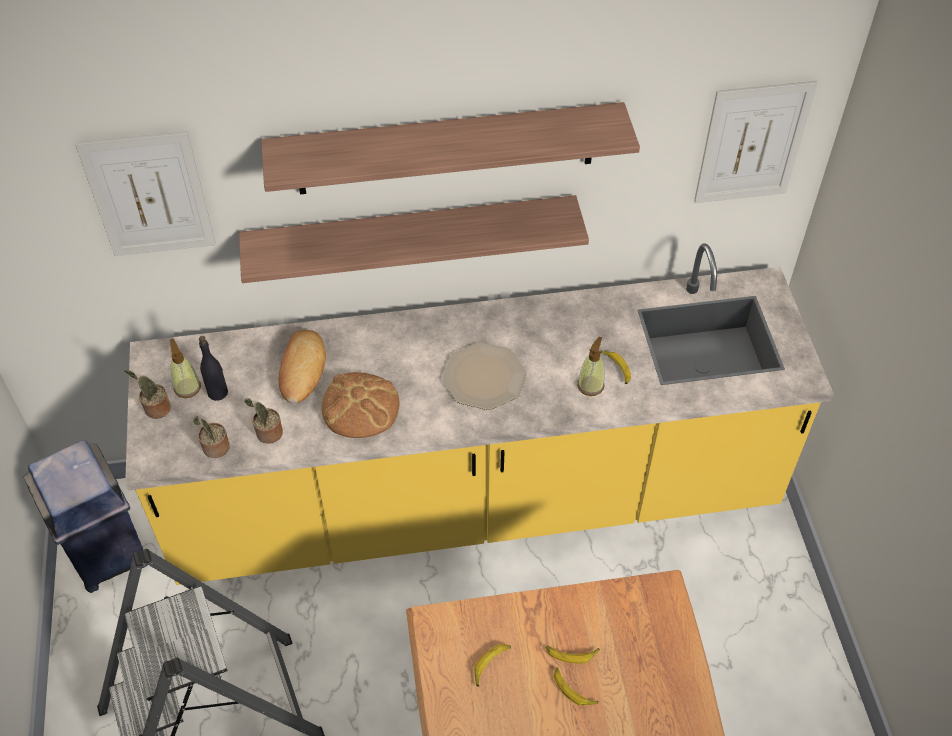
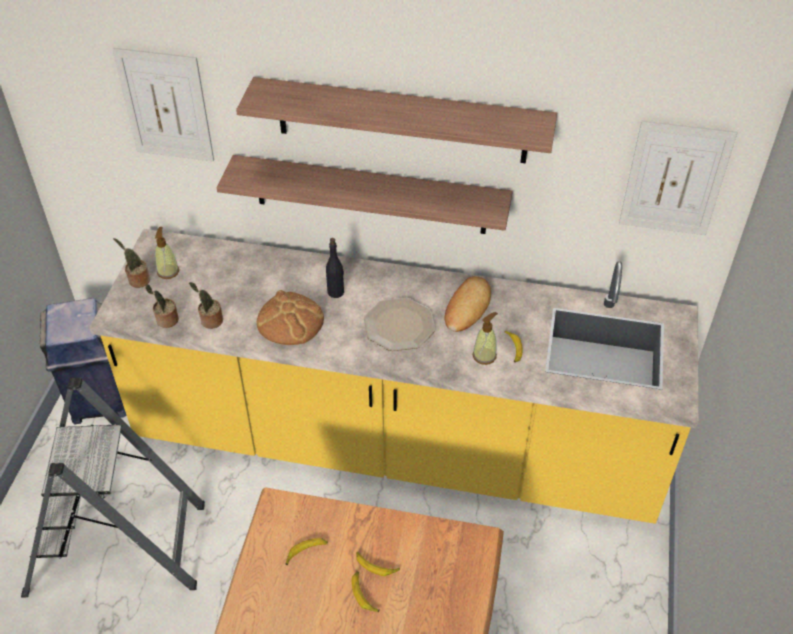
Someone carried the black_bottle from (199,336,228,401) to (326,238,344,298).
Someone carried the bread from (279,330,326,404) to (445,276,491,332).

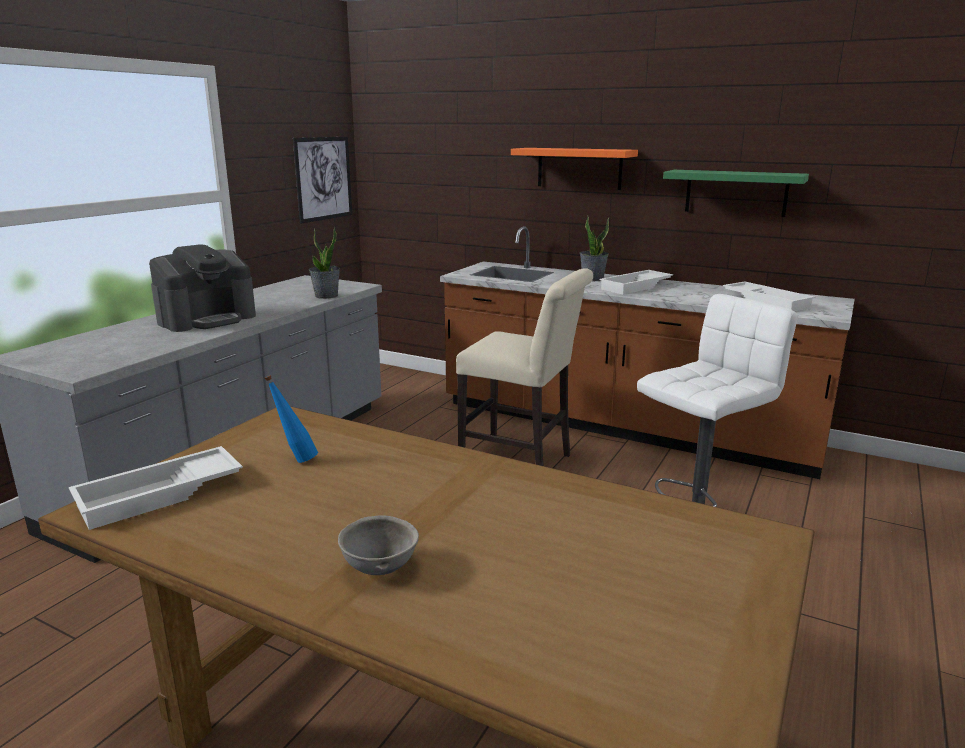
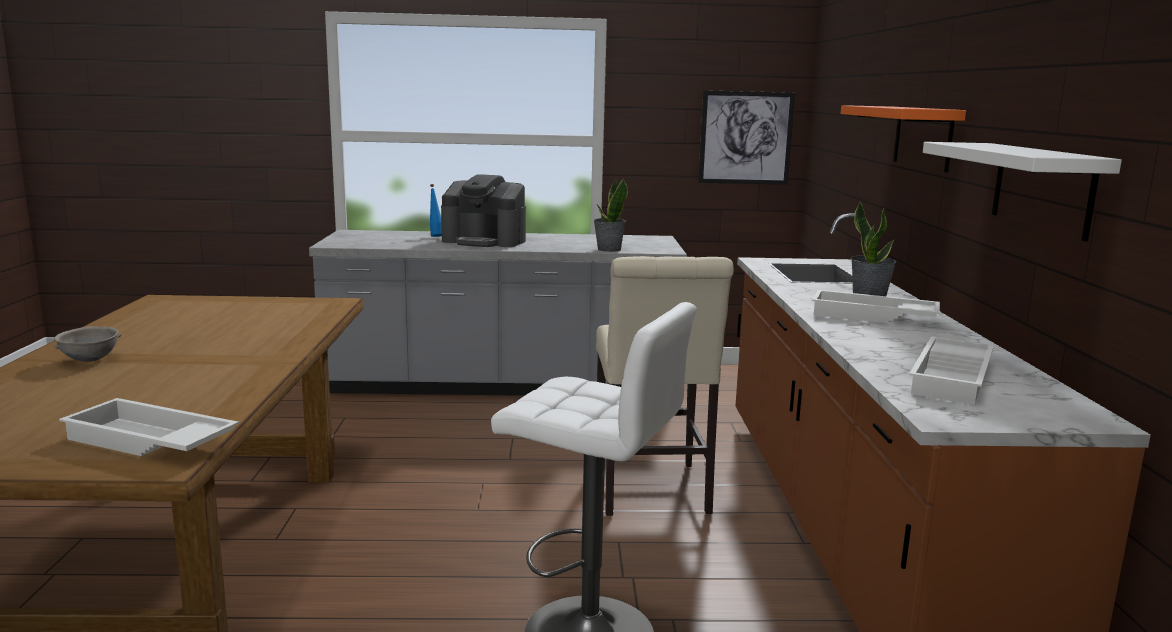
Someone carried the white_tray from (69,446,243,530) to (59,398,239,456).
Someone carried the blue_bottle from (265,375,318,463) to (430,184,442,237).
Someone repainted the green_shelf at (663,170,809,217), which became the white_shelf at (923,142,1122,241).

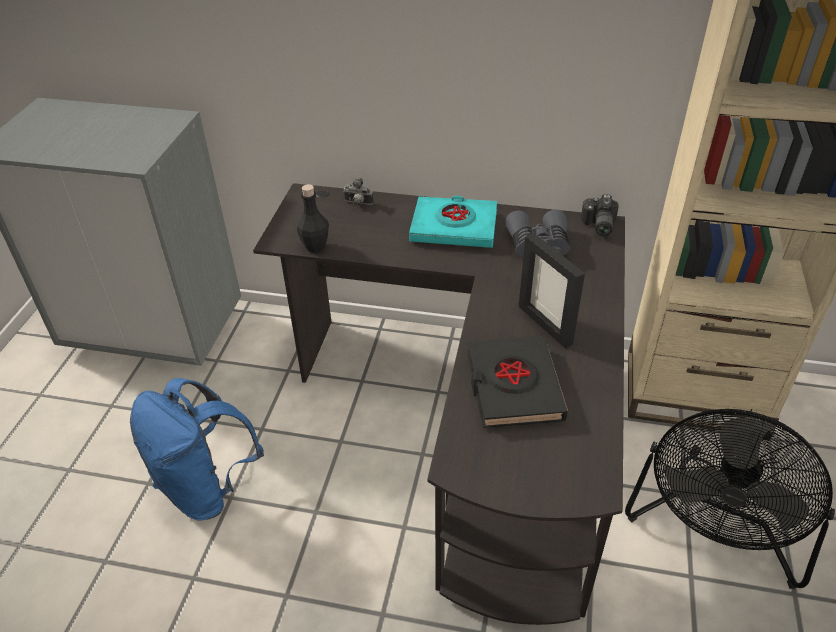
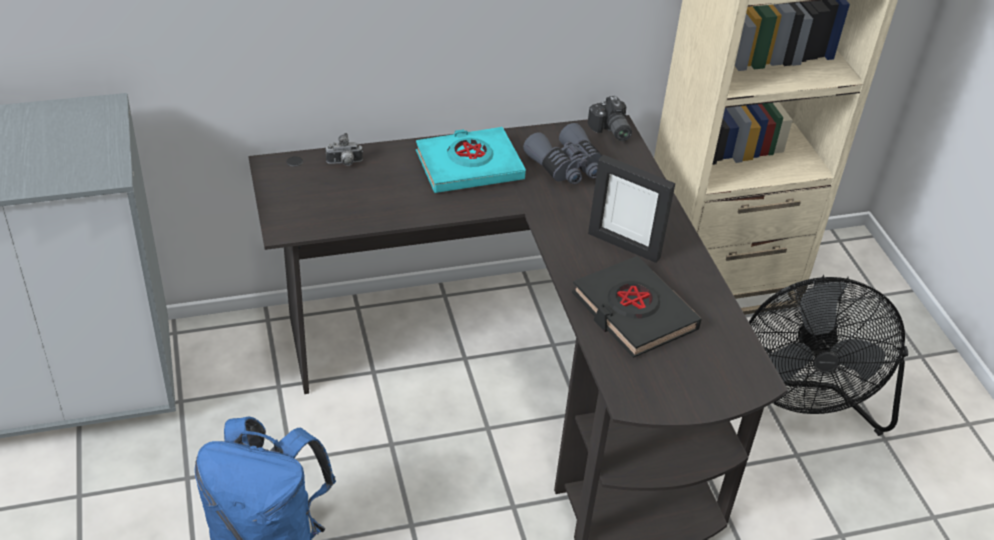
Someone took away the black_bottle at (297,184,329,253).

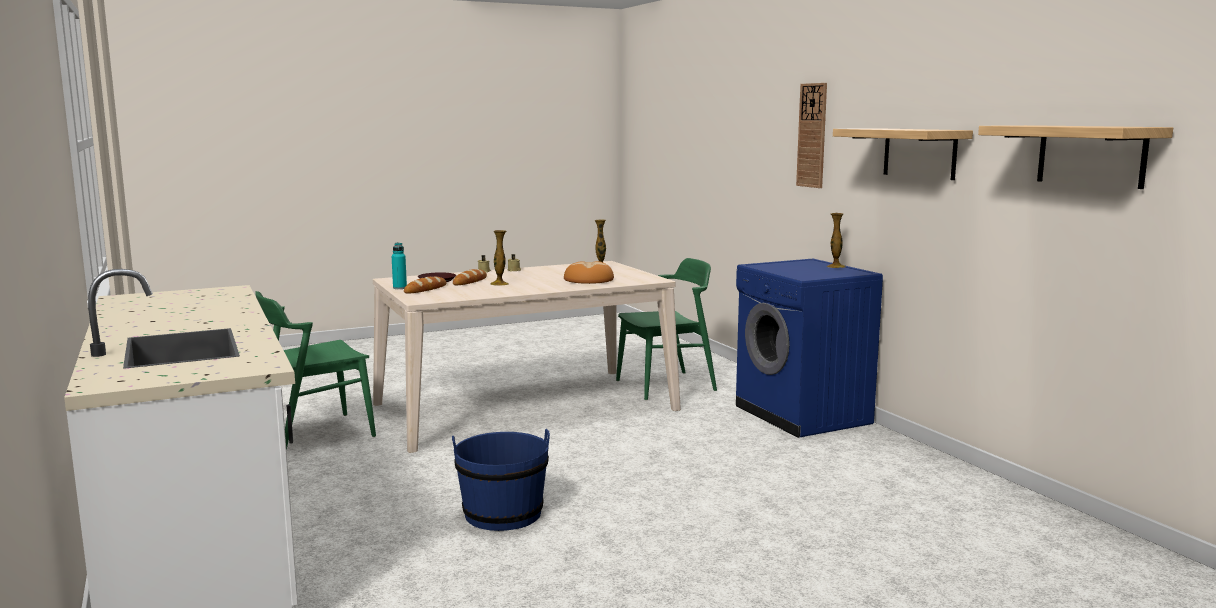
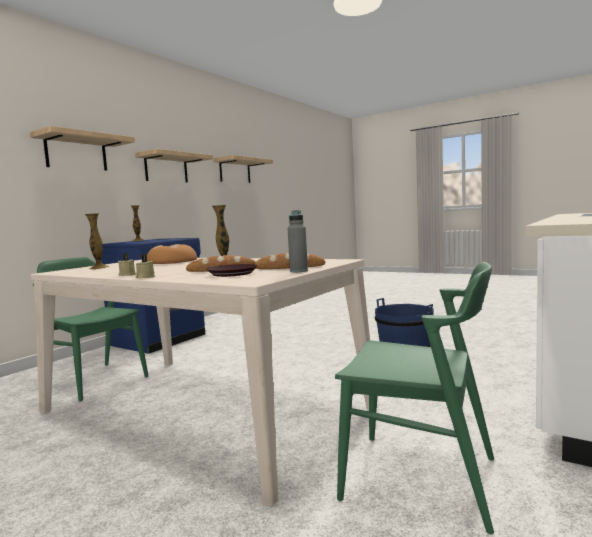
Someone swapped the wall_clock at (796,83,827,188) for the shelf at (30,126,135,171).
Someone repainted the turquoise_bottle at (392,243,407,289), which became the grey_bottle at (288,210,308,272).

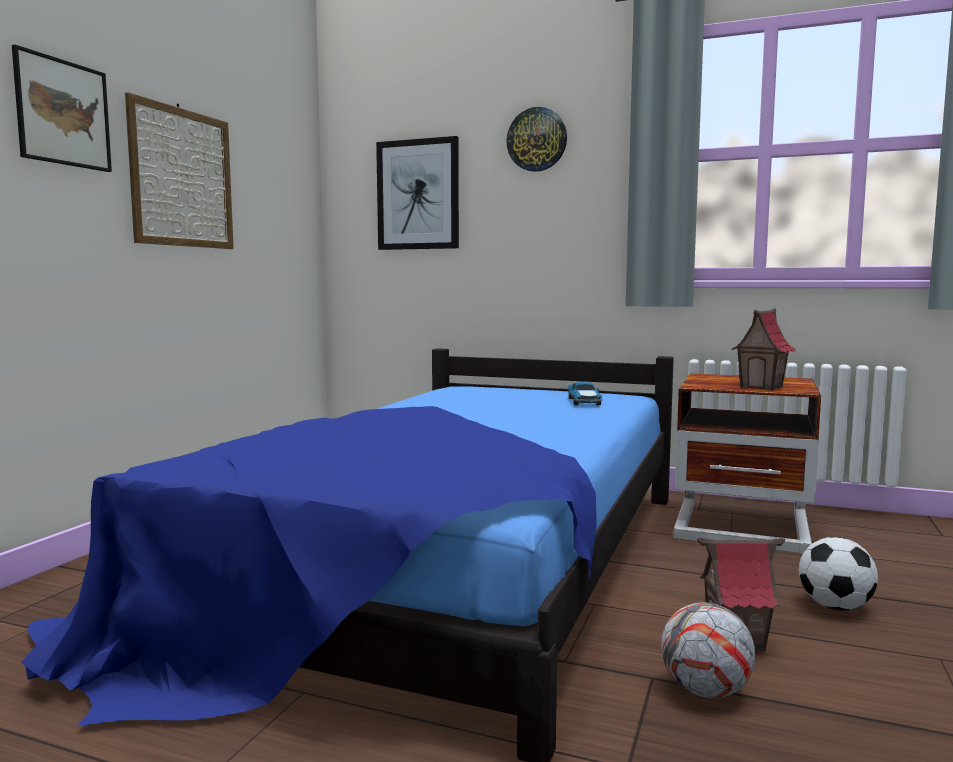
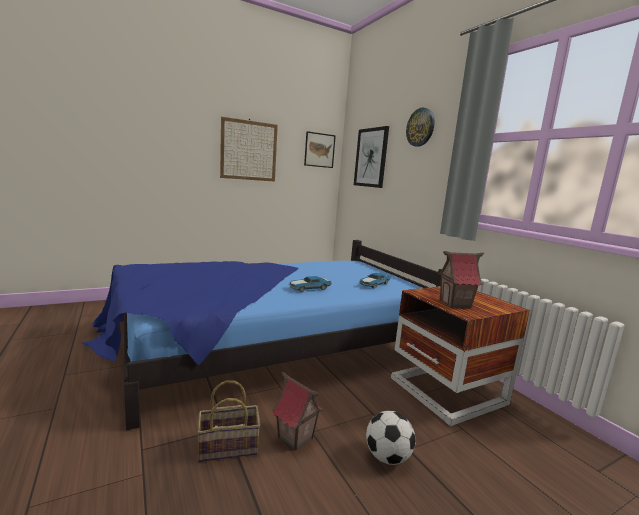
Someone put down the toy_car at (289,276,331,292).
Someone carried the picture from (12,45,112,172) to (304,131,336,168).
Someone swapped the football at (661,602,755,698) for the basket at (197,380,261,462).

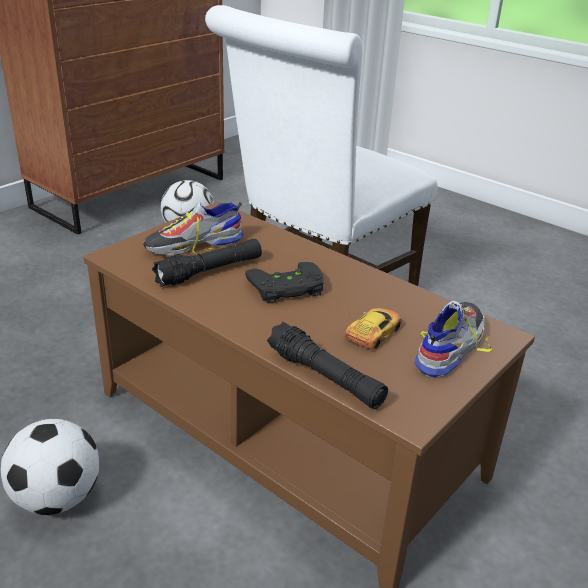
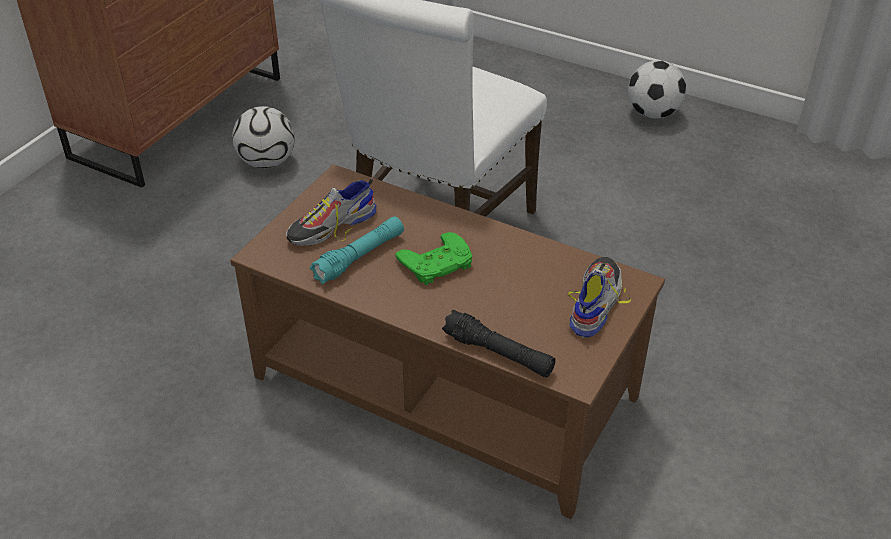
Someone took away the toy_car at (344,305,402,349).
Someone carried the football from (1,419,99,515) to (628,60,687,118).
Someone repainted the black_flashlight at (152,239,262,287), which became the turquoise_flashlight at (310,216,404,284).
Someone repainted the black_game_controller at (245,262,324,303), which became the green_game_controller at (395,232,472,285).

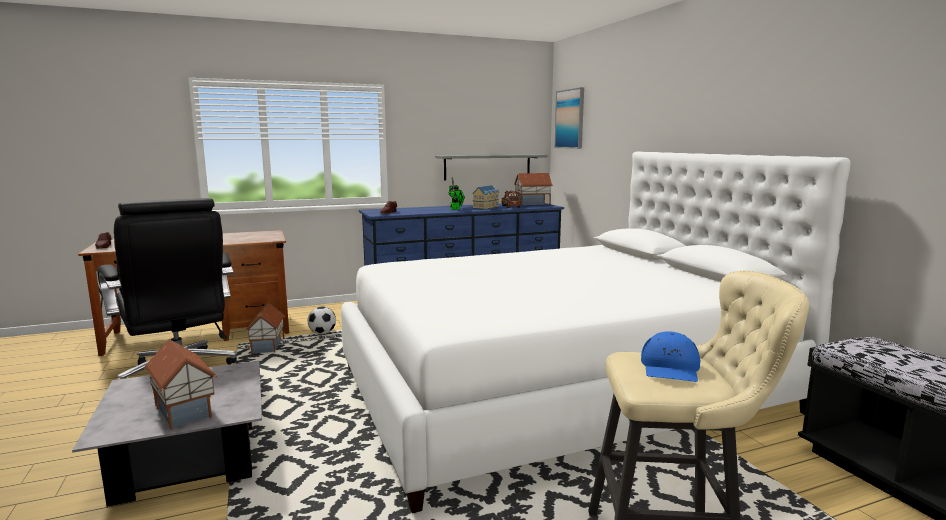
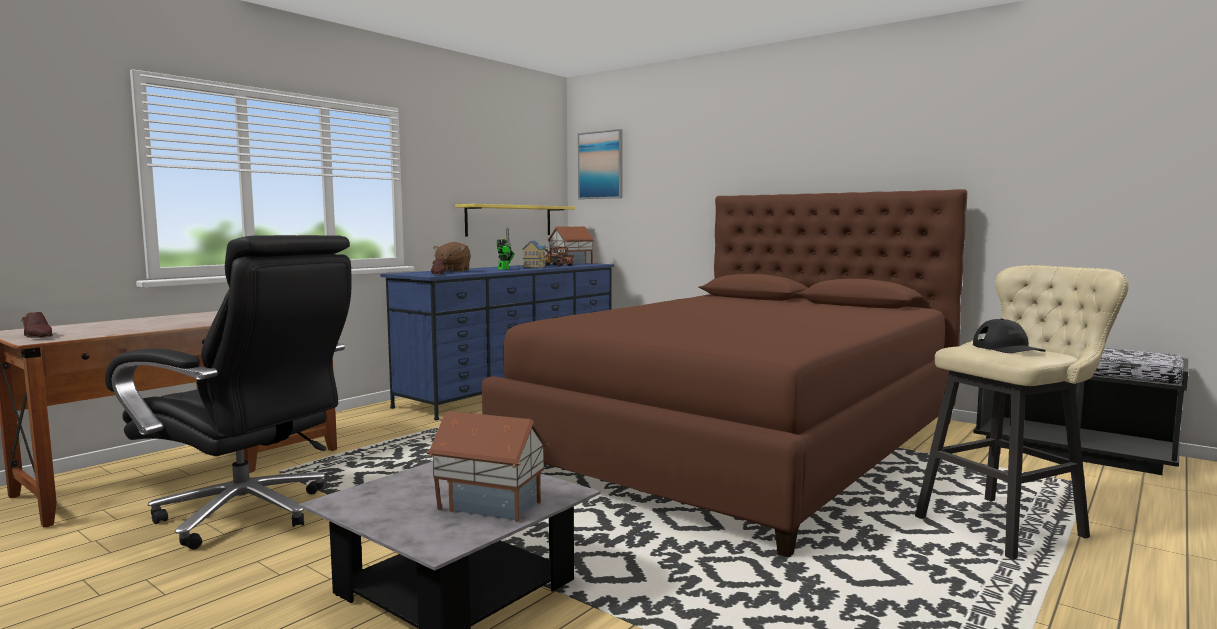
Someone took away the toy_house at (245,303,285,354).
Someone took away the football at (308,306,336,334).
Someone put down the brown_plush_toy at (433,242,471,272).
Someone repainted the white_bed at (341,151,851,513), which became the brown_bed at (482,189,967,558).
Someone repainted the grey_shelf at (435,155,547,180), which became the yellow_shelf at (455,204,575,237).
Someone repainted the blue_cap at (641,331,701,382), which became the black_cap at (973,319,1046,353).

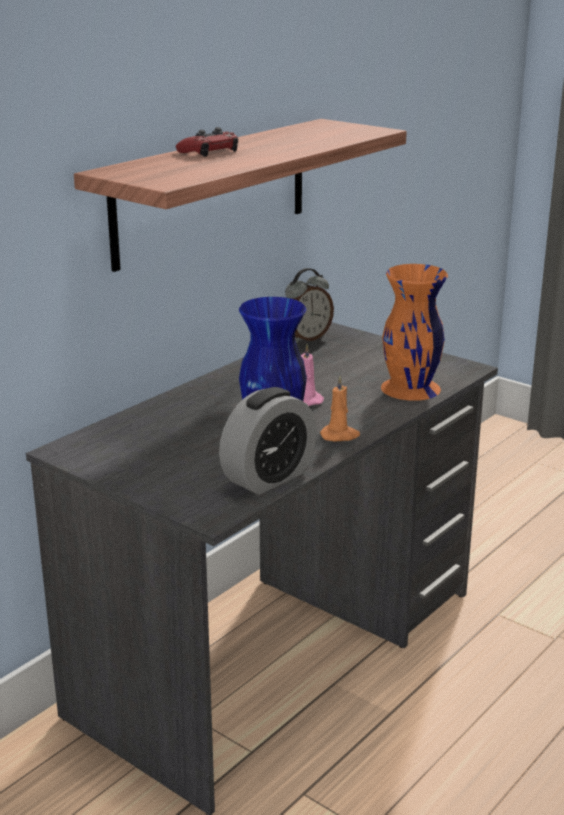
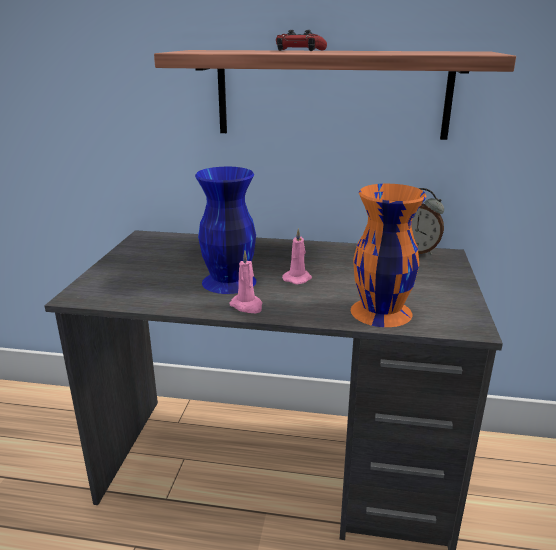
Someone took away the alarm_clock at (219,387,317,495).
Someone repainted the orange_candle at (320,376,360,442), which became the pink_candle at (229,251,262,313).

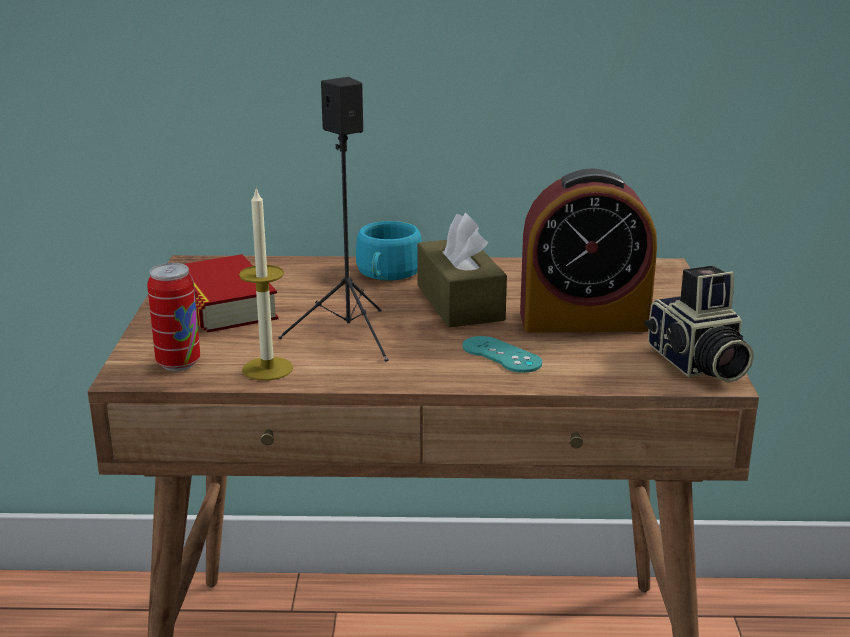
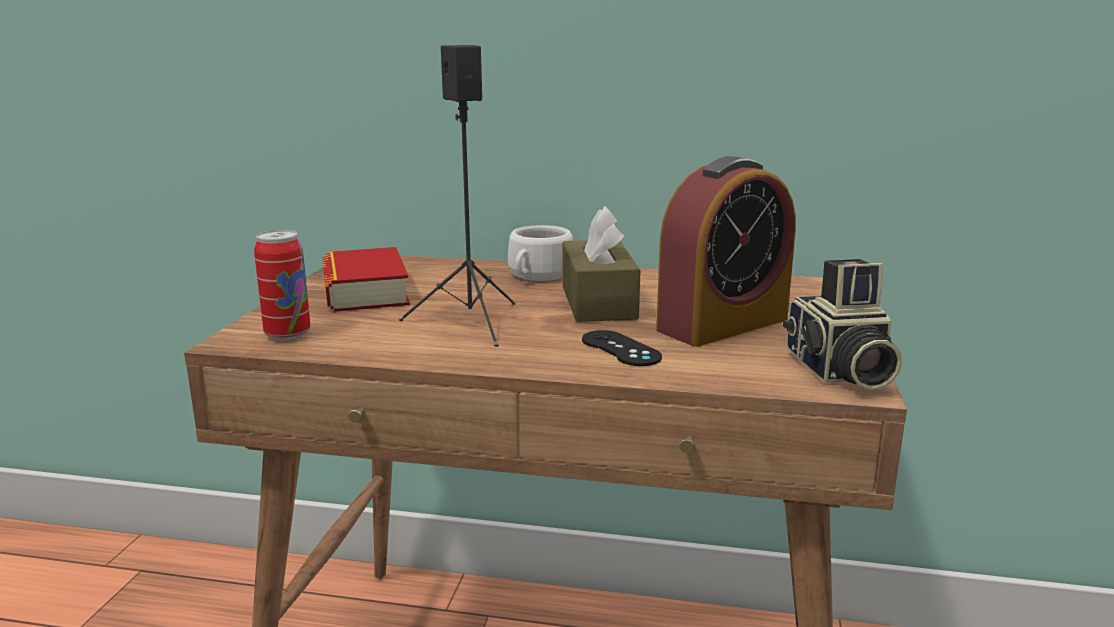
Someone took away the candle at (239,186,293,381).
Someone repainted the turquoise_cup at (356,221,422,281), which became the white_cup at (508,225,573,281).
Someone repainted the turquoise_game_controller at (462,336,542,373), which became the black_game_controller at (582,330,662,366).
Someone rotated the alarm_clock at (520,168,657,333) by 45 degrees counterclockwise.

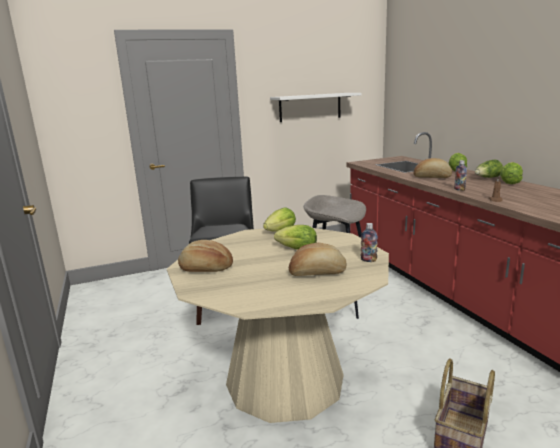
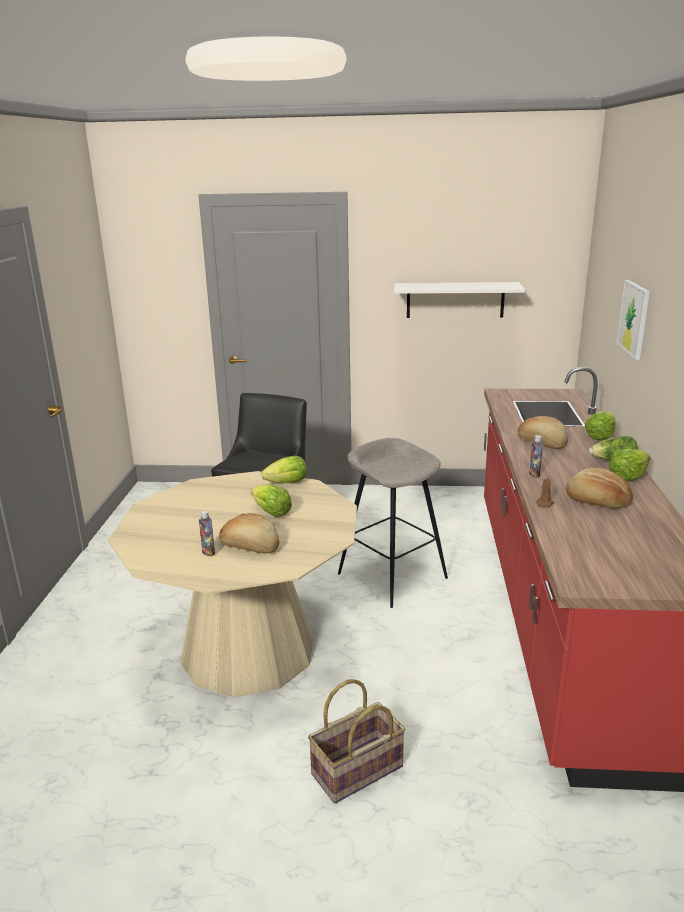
Someone put up the picture at (617,280,650,360).
Someone carried the bread from (178,240,233,272) to (566,468,633,509).
Someone carried the bottle from (361,223,378,262) to (199,511,215,556).

